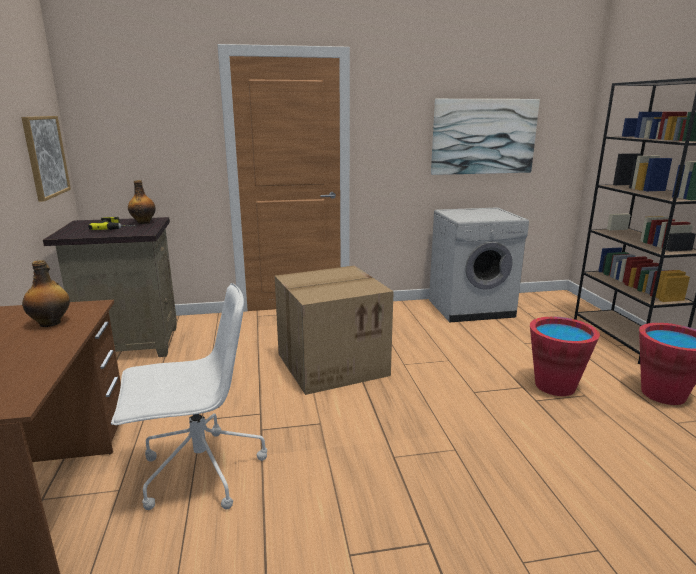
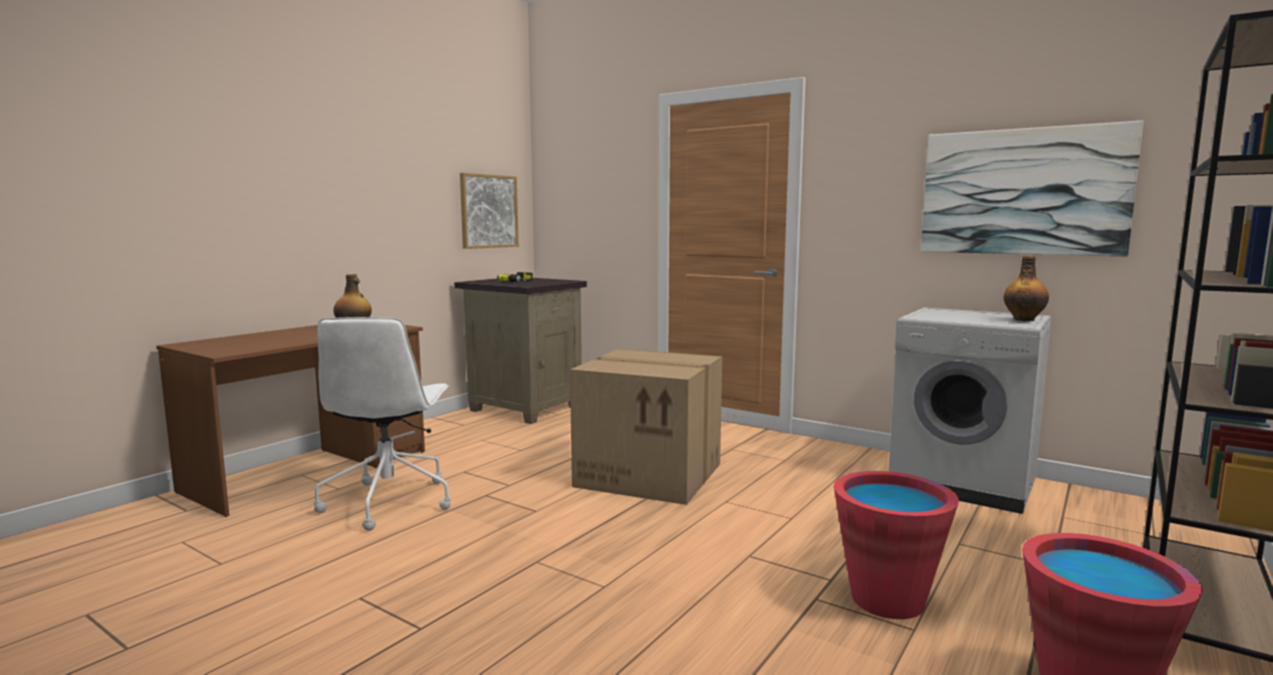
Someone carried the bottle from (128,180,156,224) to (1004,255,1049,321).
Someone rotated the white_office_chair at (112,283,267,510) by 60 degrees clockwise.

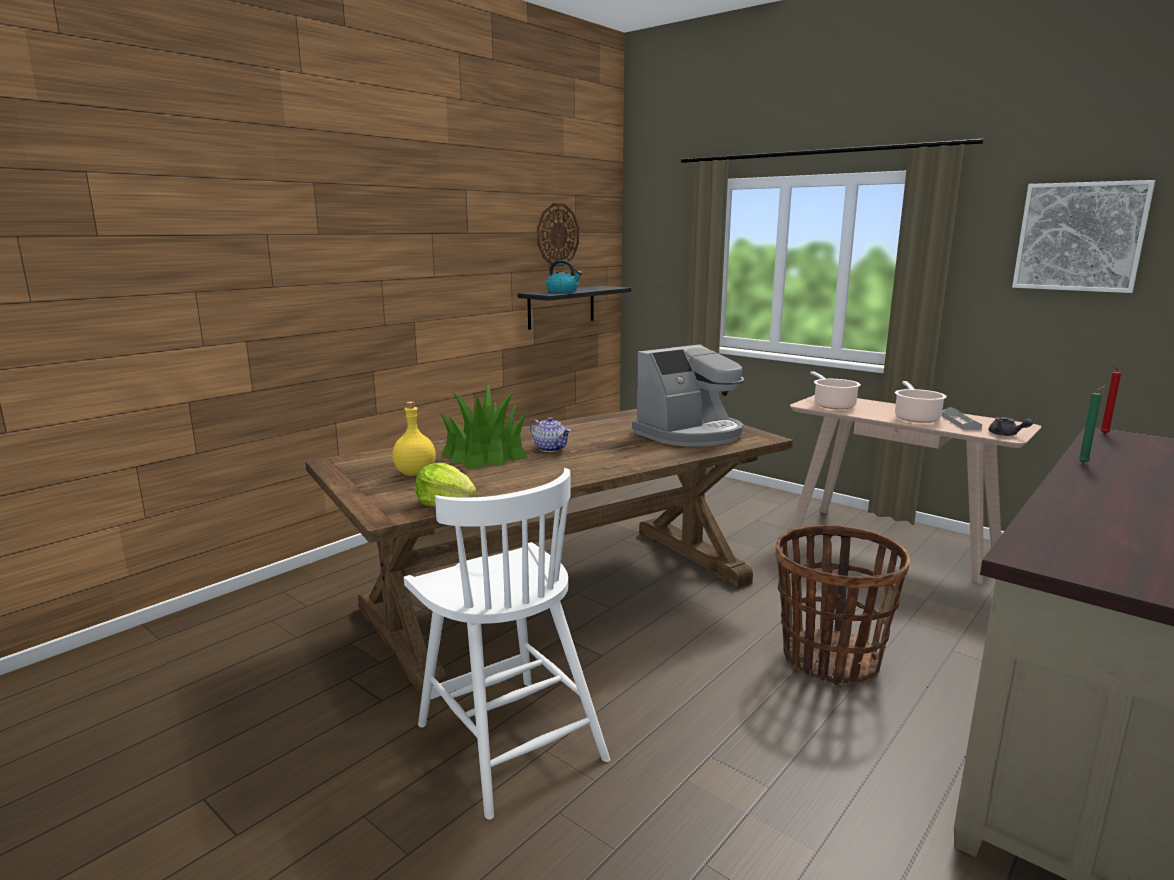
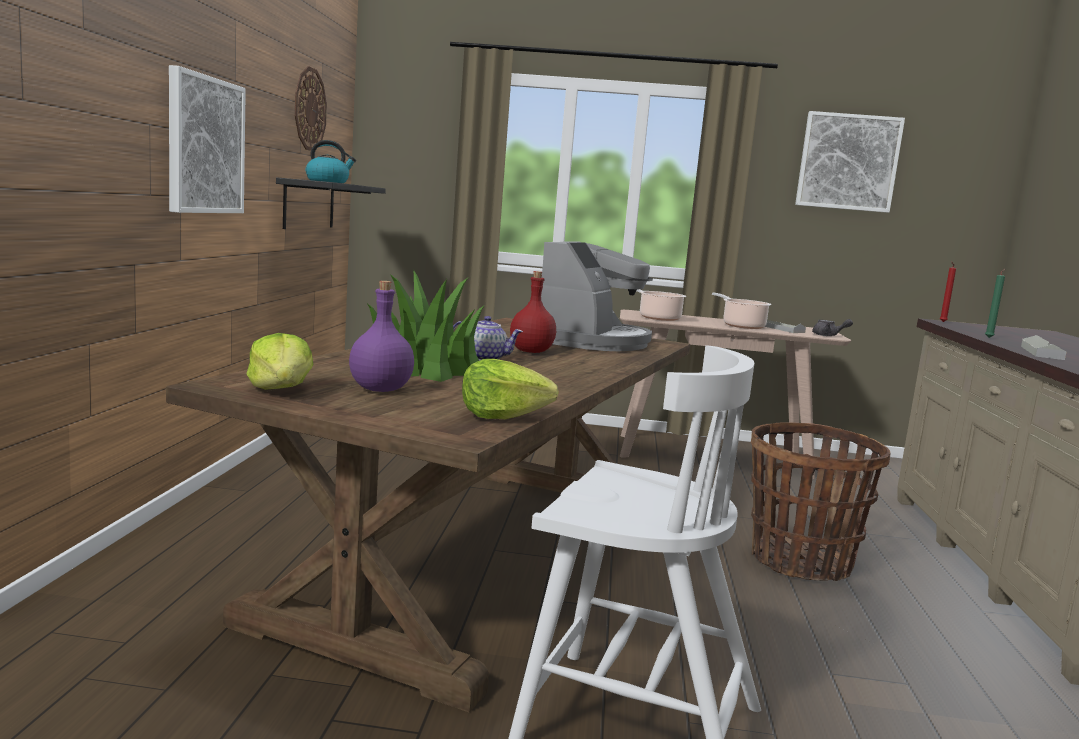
Someone put up the picture at (169,65,246,213).
Someone put down the lettuce at (247,333,313,390).
Someone put down the red_bottle at (510,271,556,353).
Someone put down the grey_tray at (1021,335,1066,360).
Someone repainted the yellow_bottle at (392,402,436,476), which became the purple_bottle at (349,281,414,392).

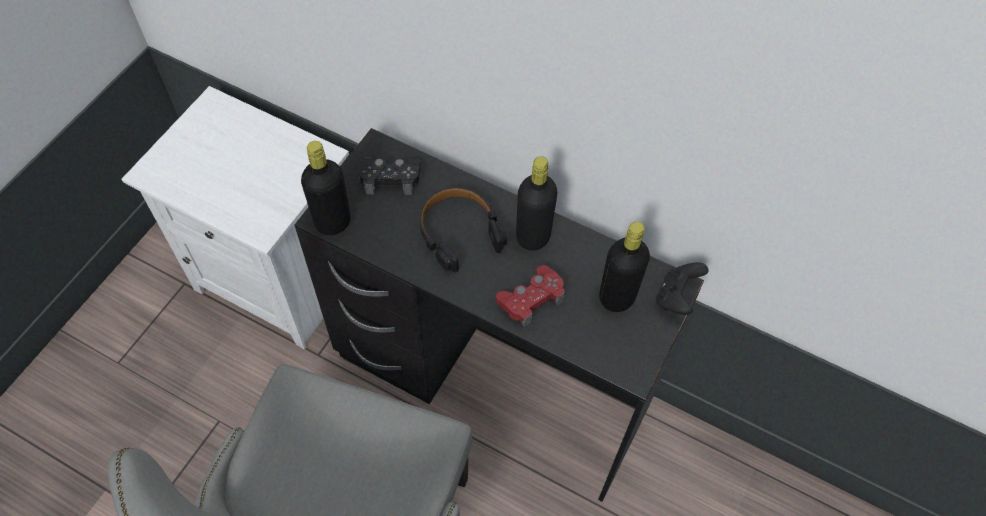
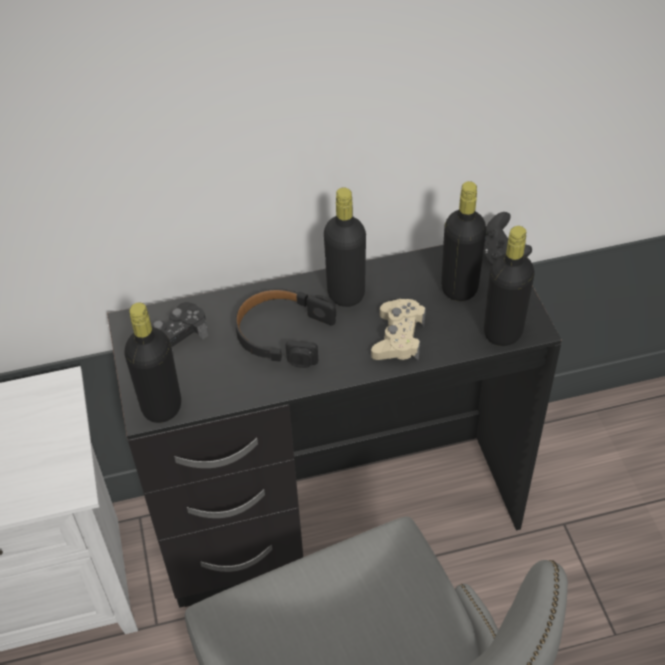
Someone put down the black_bottle at (484,226,534,346).
Someone repainted the red_game_controller at (496,265,565,328), which became the beige_game_controller at (371,299,426,361).

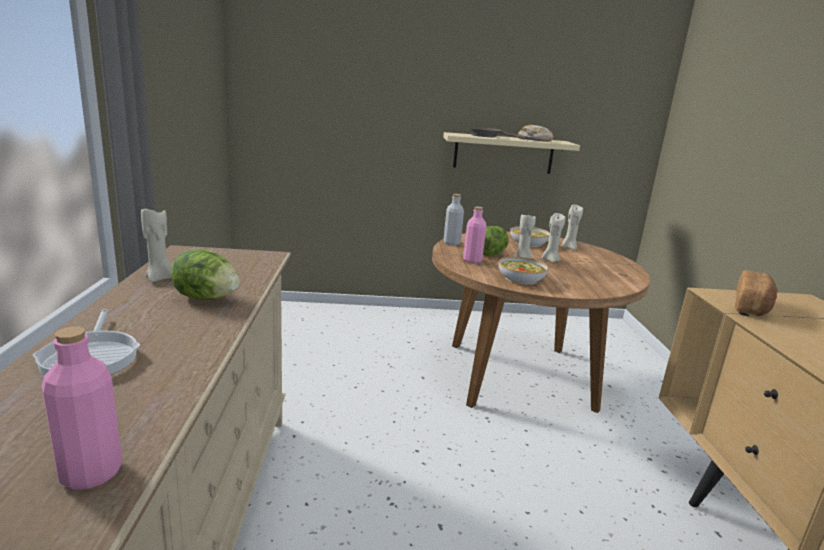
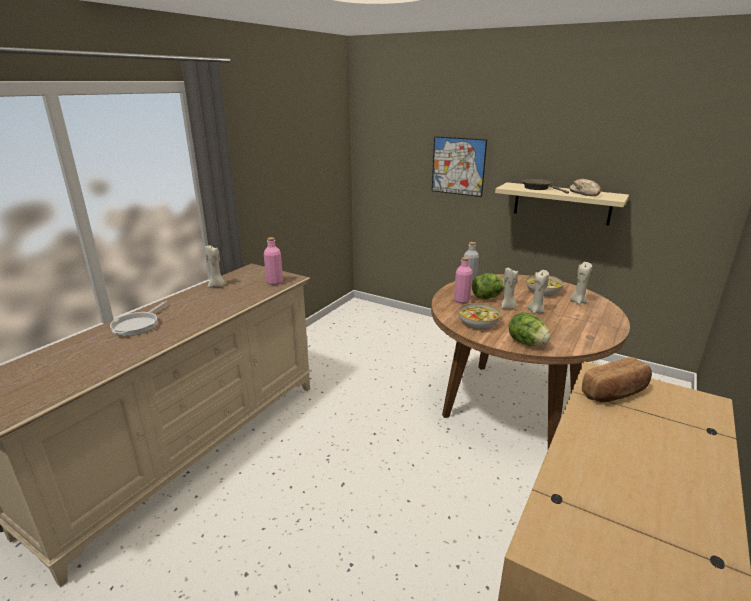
Someone put up the picture at (432,136,487,197).
Someone carried the pink_bottle from (42,327,122,490) to (264,237,283,285).
Someone carried the lettuce from (171,249,240,300) to (509,312,551,346).

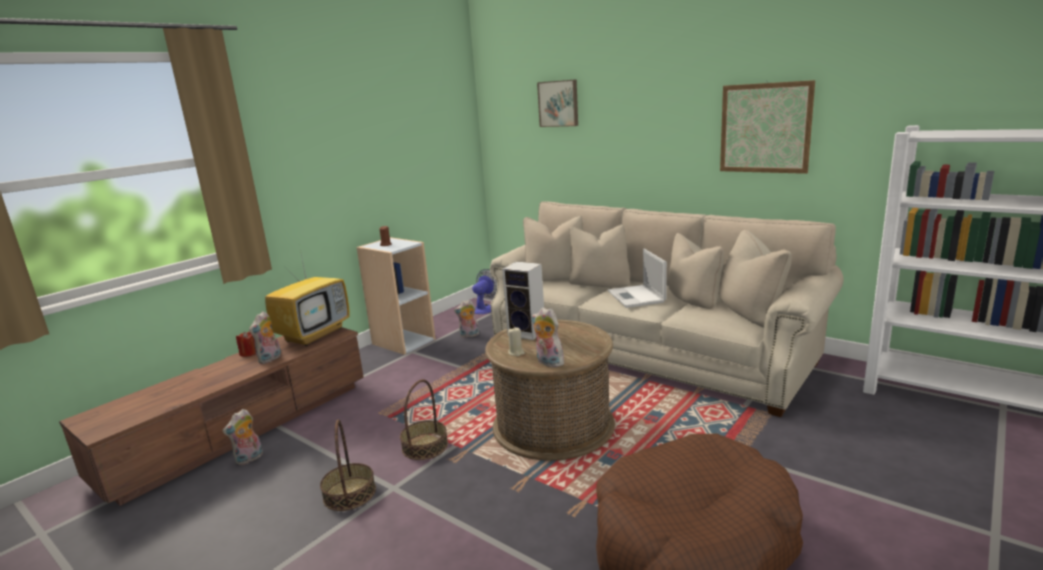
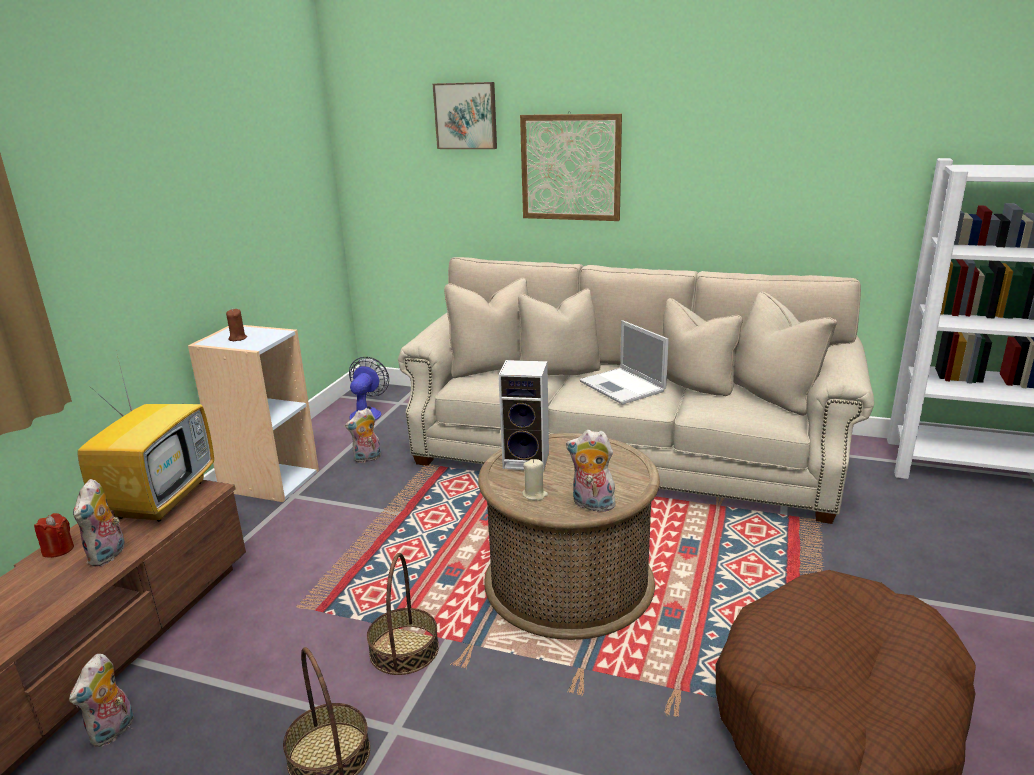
Someone carried the picture from (720,80,815,174) to (520,111,622,221).

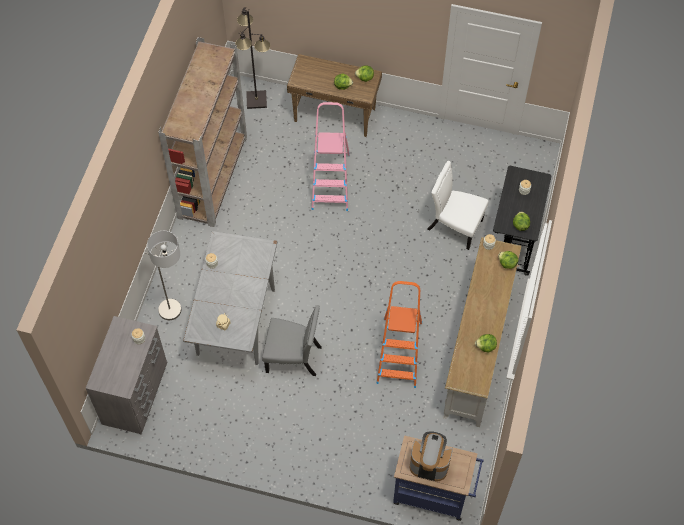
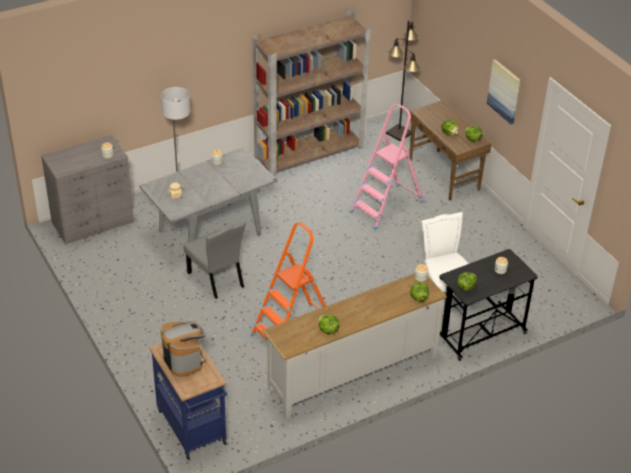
Someone put up the picture at (487,59,521,124).

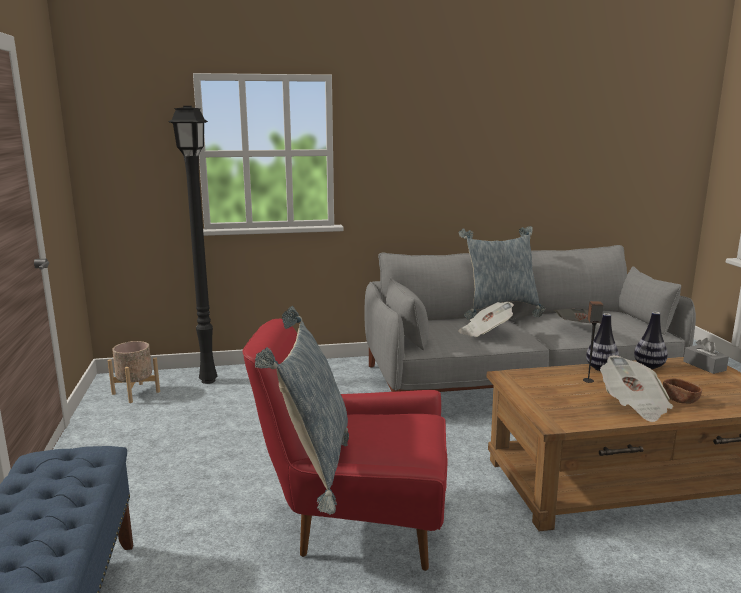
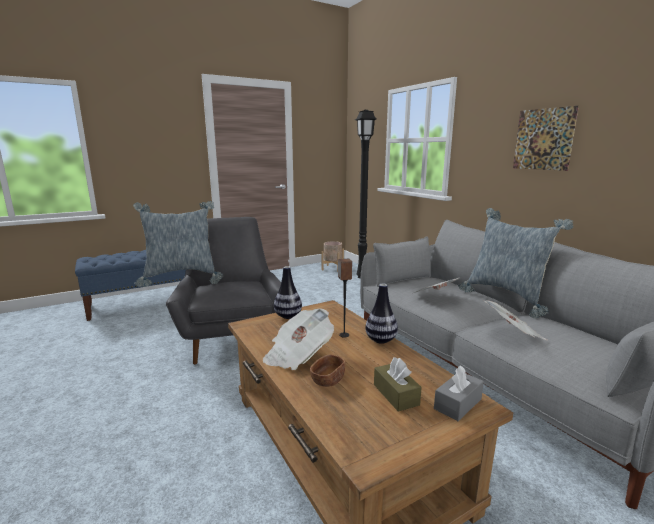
Someone put down the brown_tissue_box at (374,357,422,412).
Someone put up the picture at (513,106,579,171).
Someone carried the vase from (634,312,668,369) to (274,266,302,319).
Someone repainted the red_armchair at (242,319,448,571), which became the grey_armchair at (166,217,281,365).

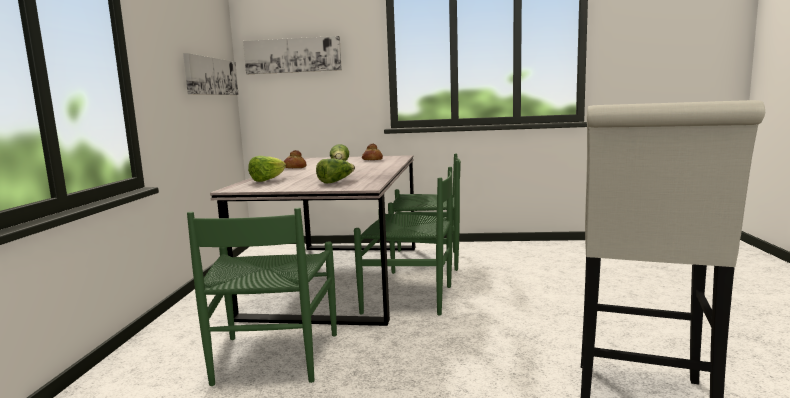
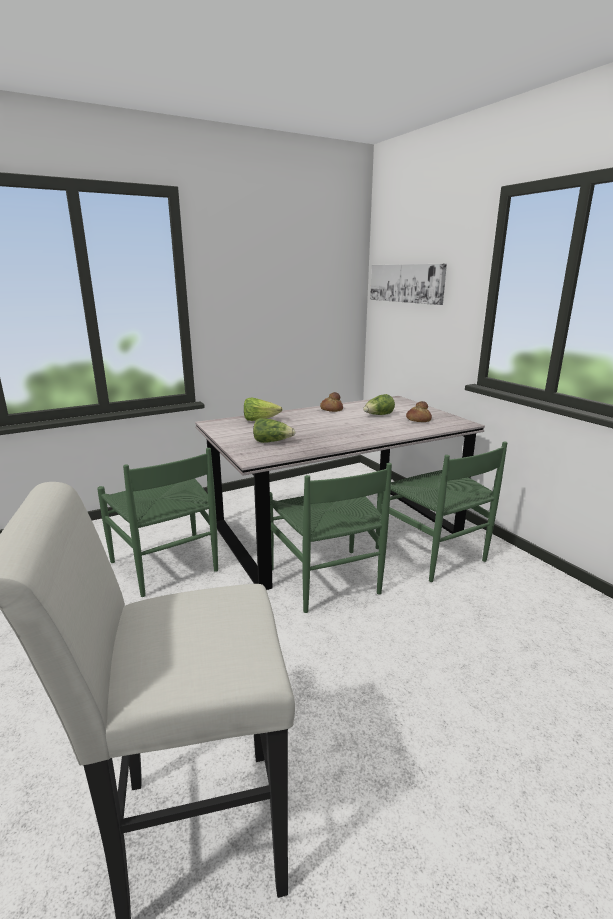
Someone took away the picture at (183,53,239,95).
Someone rotated the green_chair at (187,208,337,386) by 90 degrees counterclockwise.

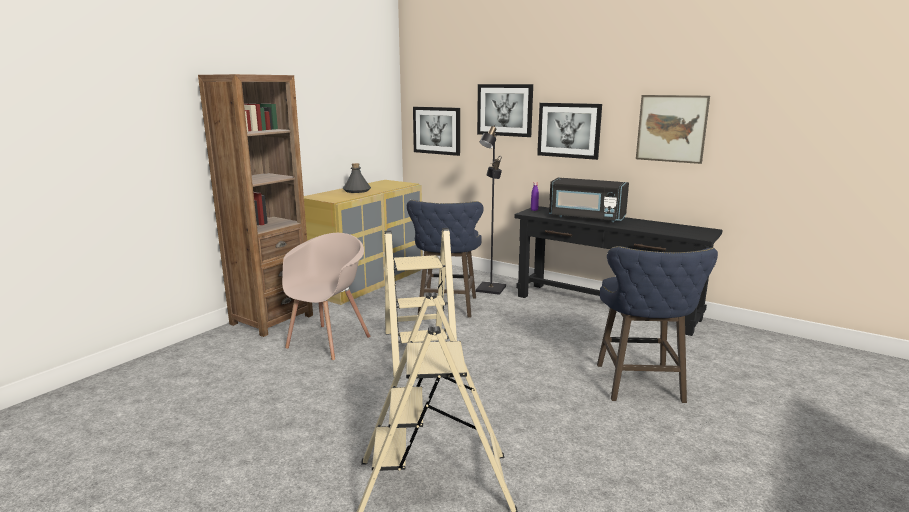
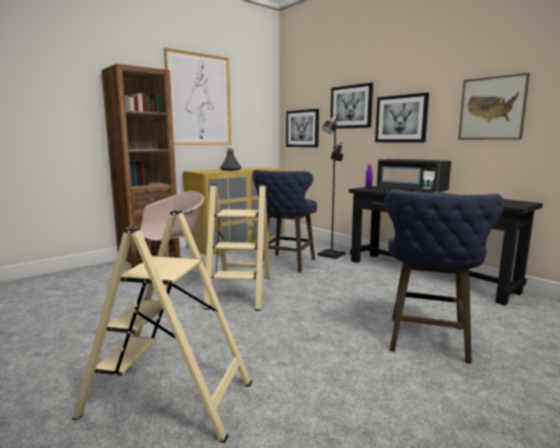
Someone put up the picture at (164,48,231,145).

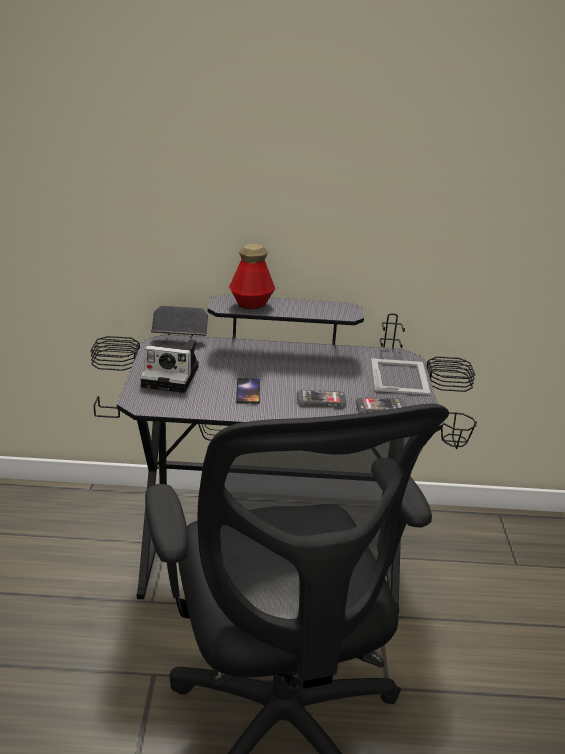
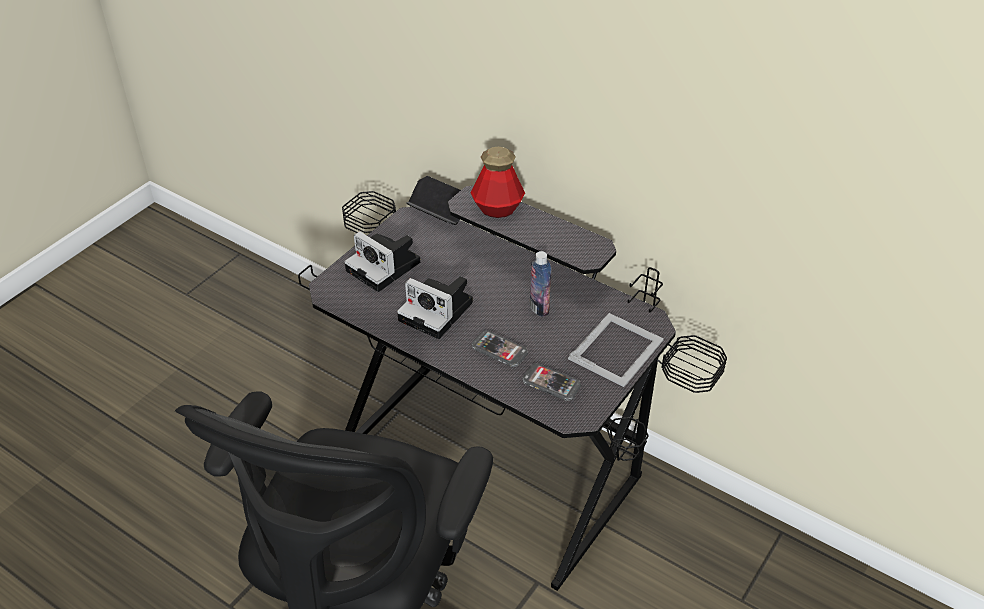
Someone put down the bottle at (530,251,551,317).
Someone swapped the phone at (236,378,260,404) for the photo_camera at (397,276,473,339).

